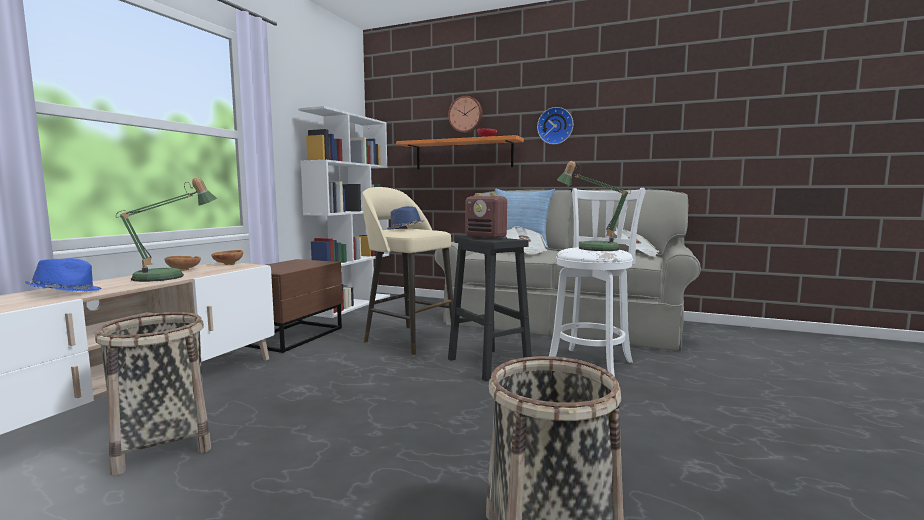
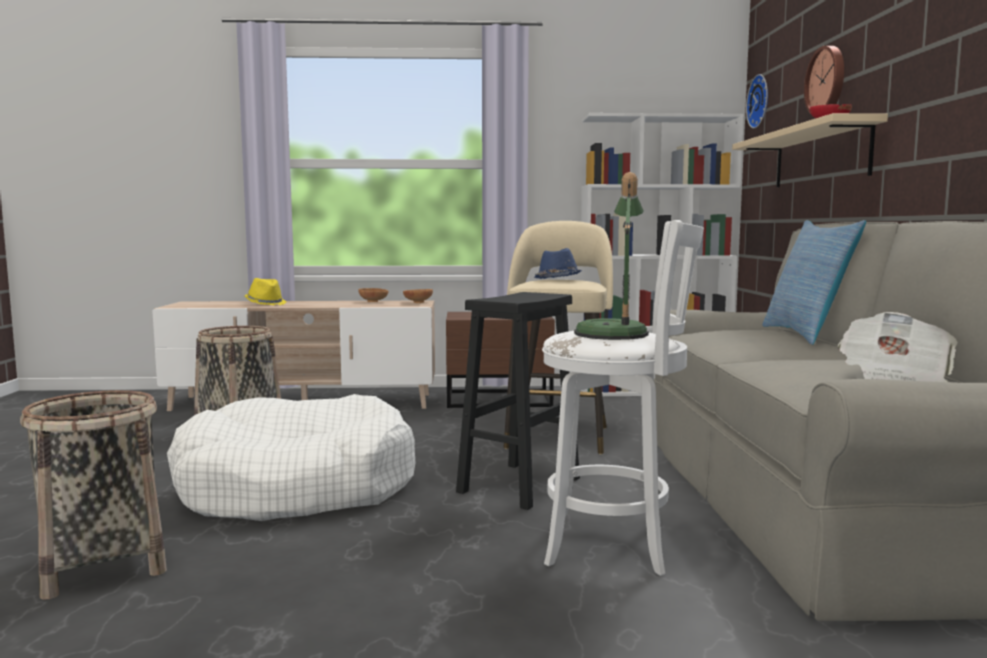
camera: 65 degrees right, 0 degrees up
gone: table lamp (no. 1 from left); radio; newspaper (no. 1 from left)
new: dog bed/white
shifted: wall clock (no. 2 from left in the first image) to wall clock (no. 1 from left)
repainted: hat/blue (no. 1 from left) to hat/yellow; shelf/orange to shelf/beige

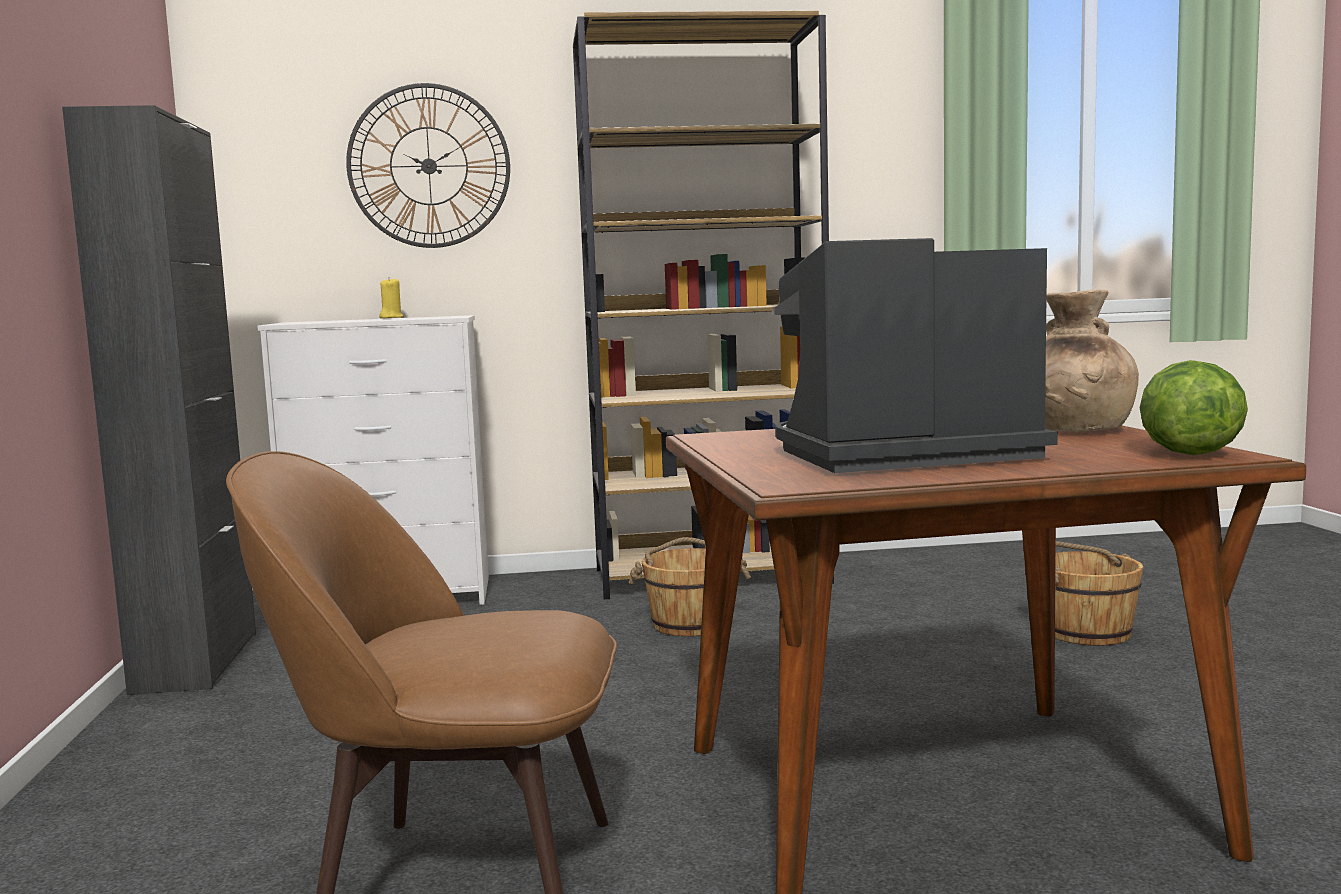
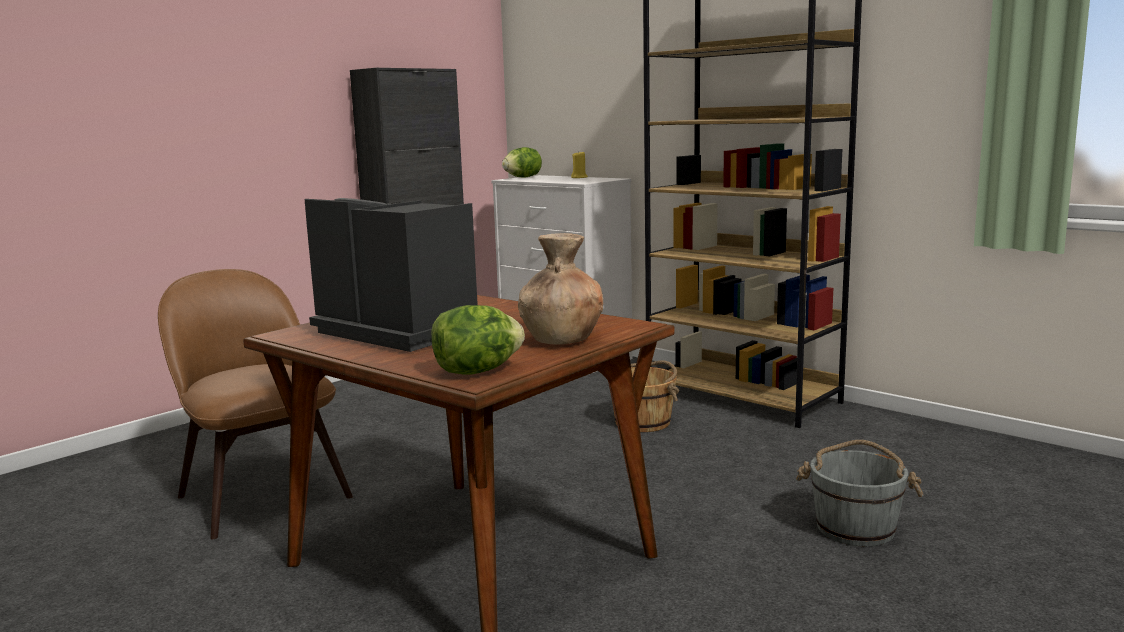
camera: 50 degrees right, 5 degrees up
gone: wall clock
new: lettuce (no. 2 from left)
repainted: bucket/brown (no. 2 from left) to bucket/grey

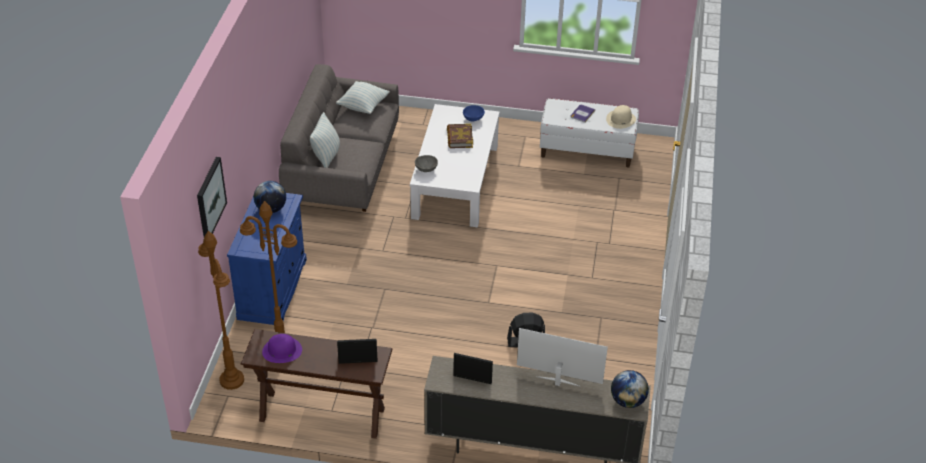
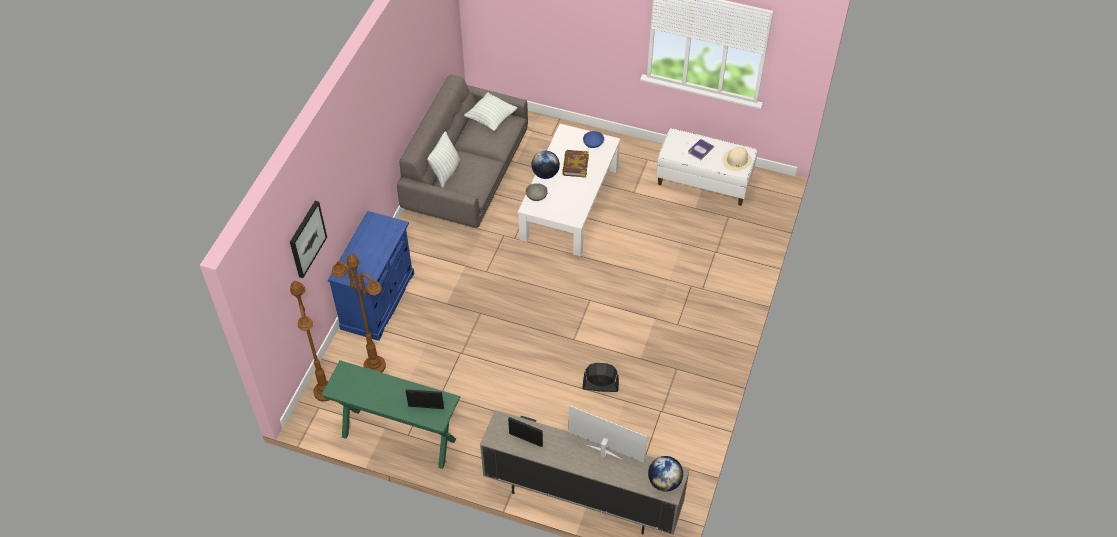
camera: 10 degrees right, 10 degrees up
gone: hat/purple
shifted: globe (no. 1 from left)
repainted: console table/brown to console table/green

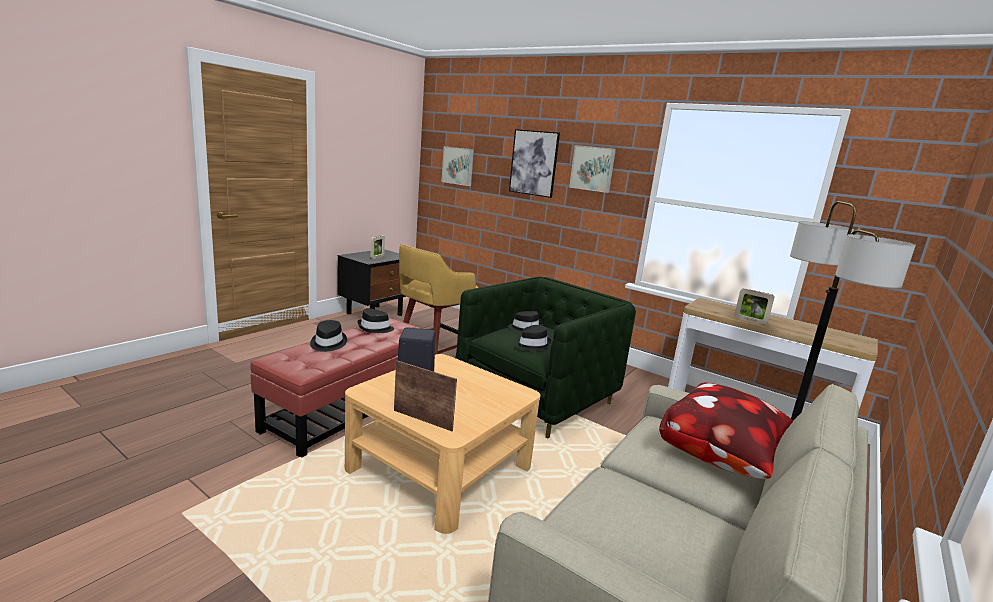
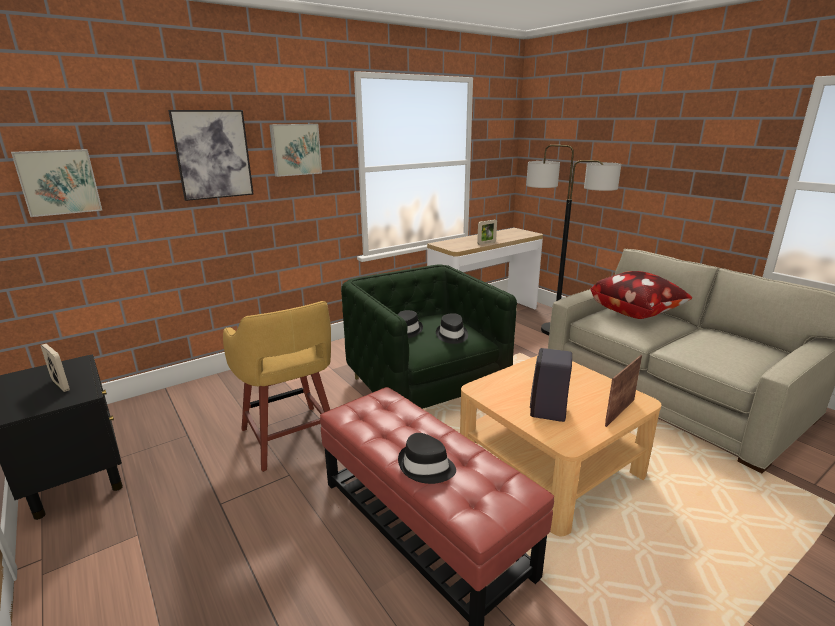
camera: 70 degrees left, 5 degrees up
gone: hat/black (no. 2 from left)

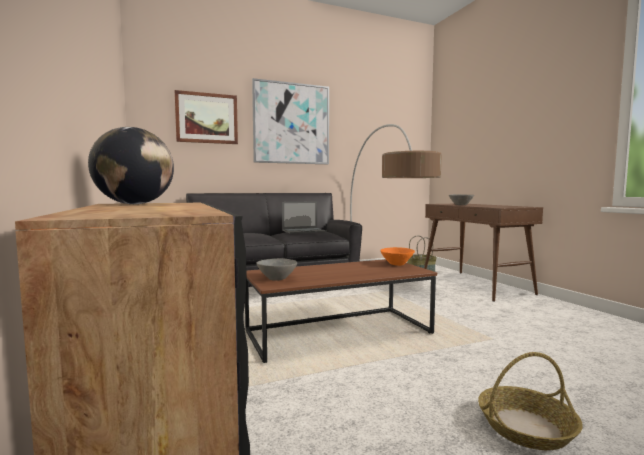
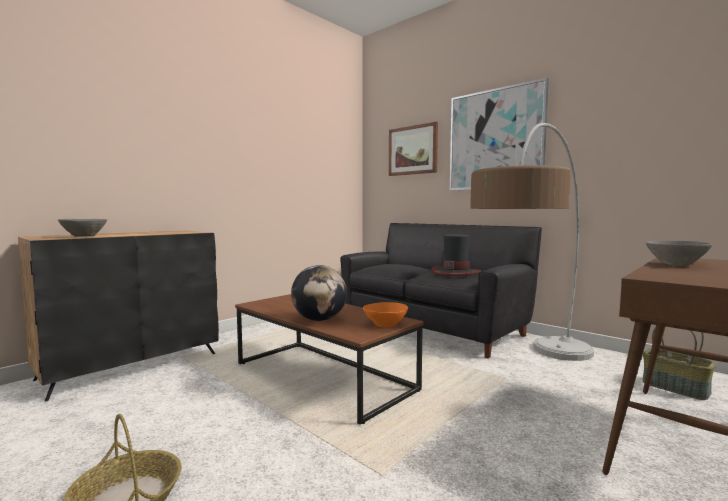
camera: 65 degrees right, 0 degrees up
shifted: globe; bowl/grey (no. 1 from left)
swapped: laptop to hat

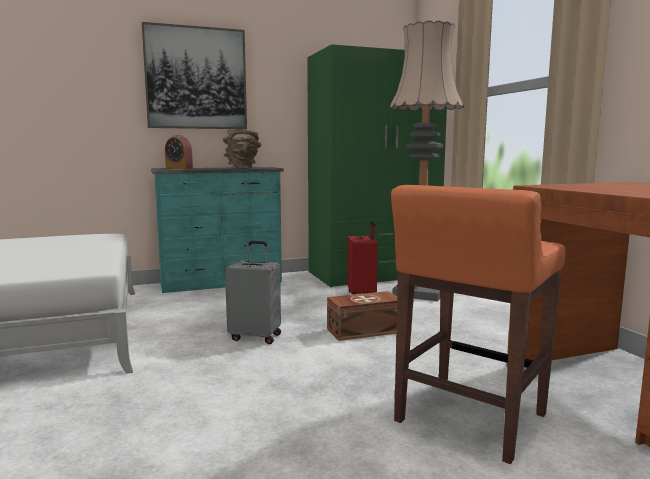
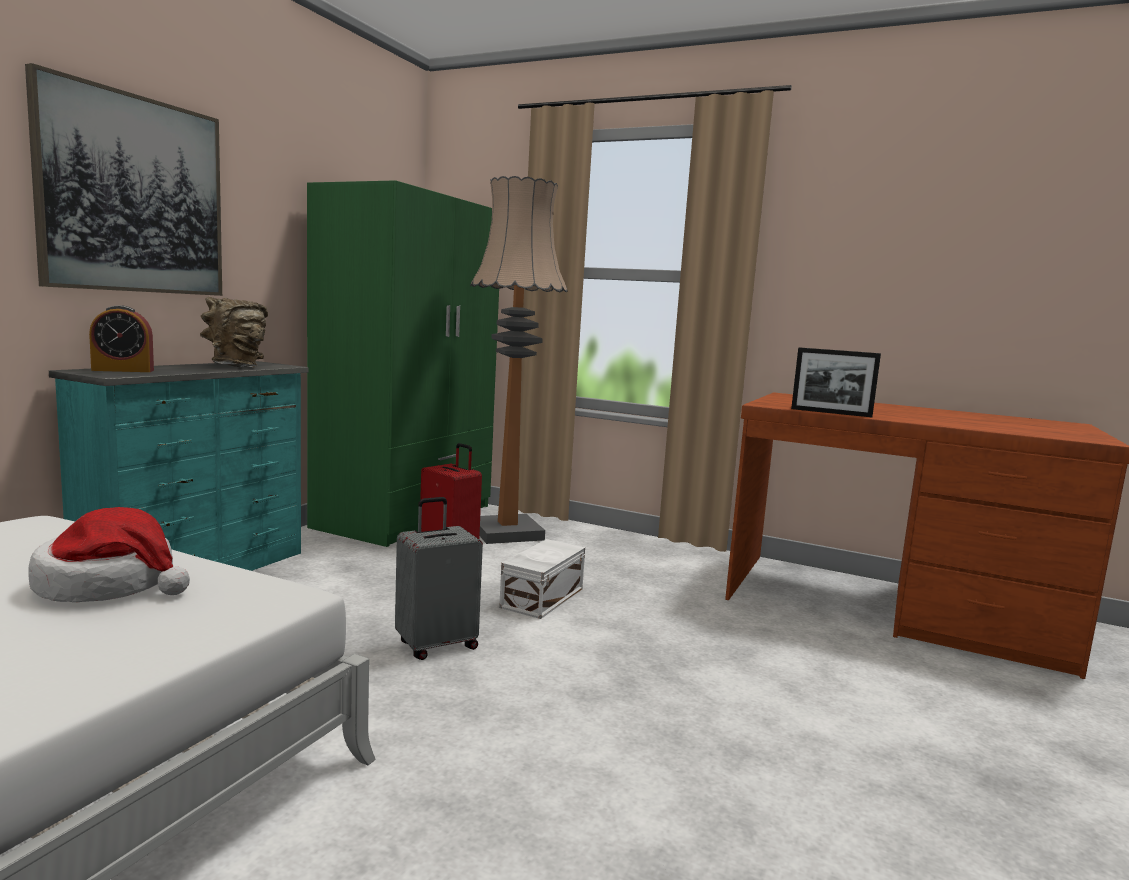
camera: 45 degrees left, 0 degrees up
gone: stool/orange
new: hat; picture frame
repainted: storage box/brown to storage box/white

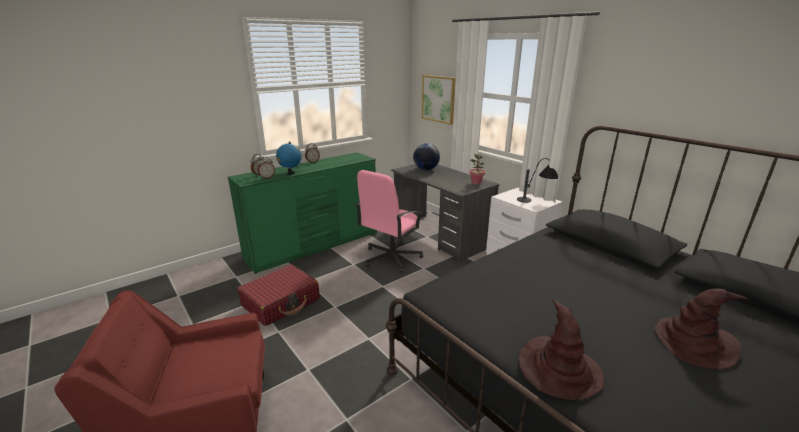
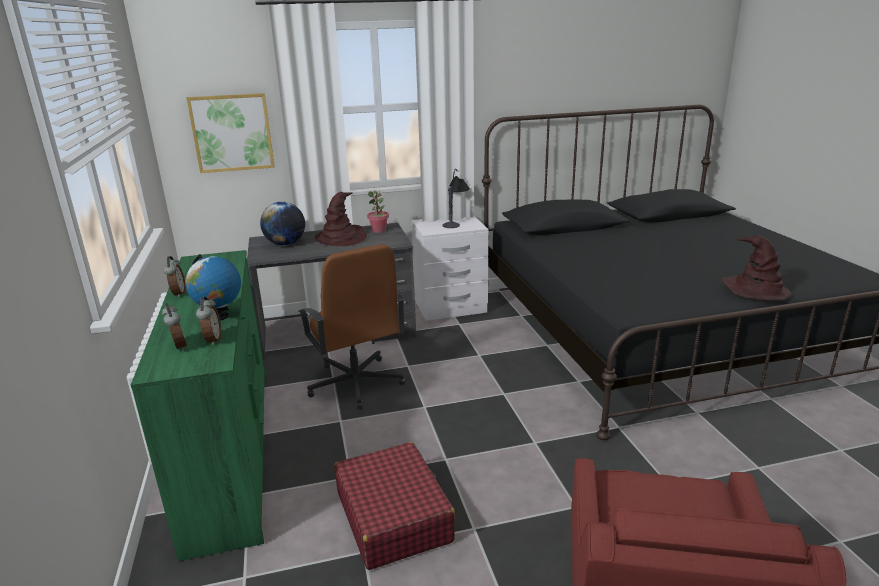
camera: 65 degrees left, 0 degrees up
shifted: hat/brown (no. 2 from left in the first image) to hat/brown (no. 1 from left)
repainted: office chair/pink to office chair/brown

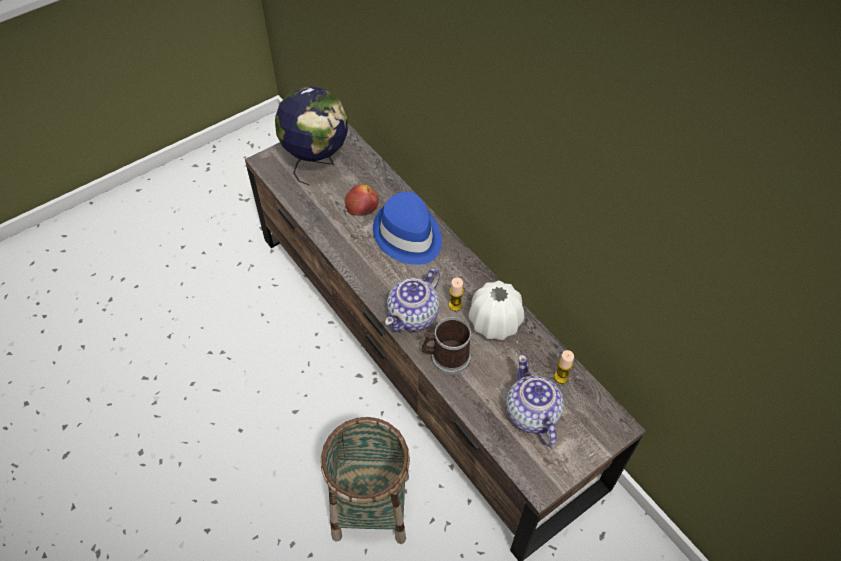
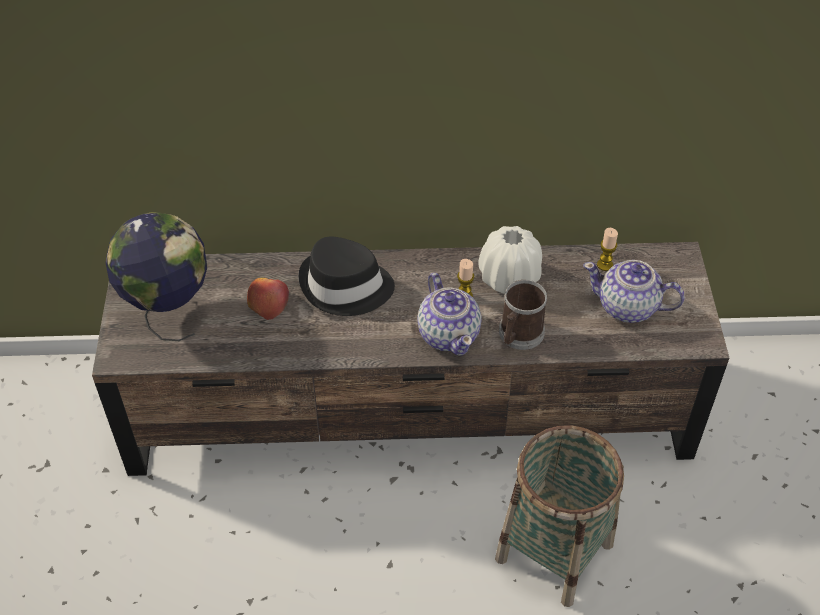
camera: 55 degrees left, 5 degrees down
repainted: hat/blue to hat/black

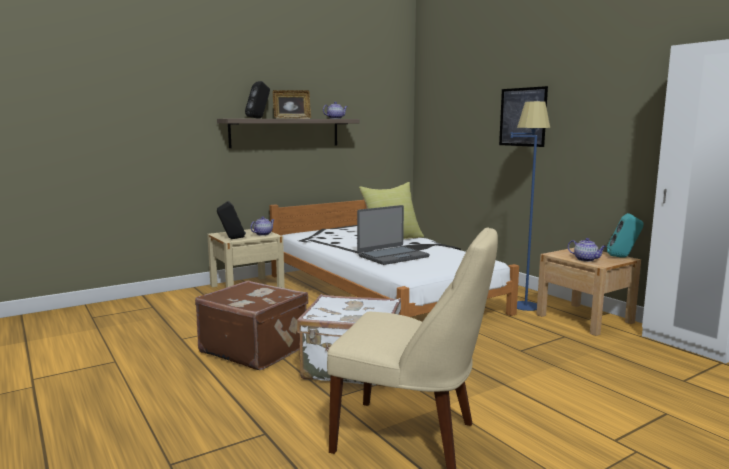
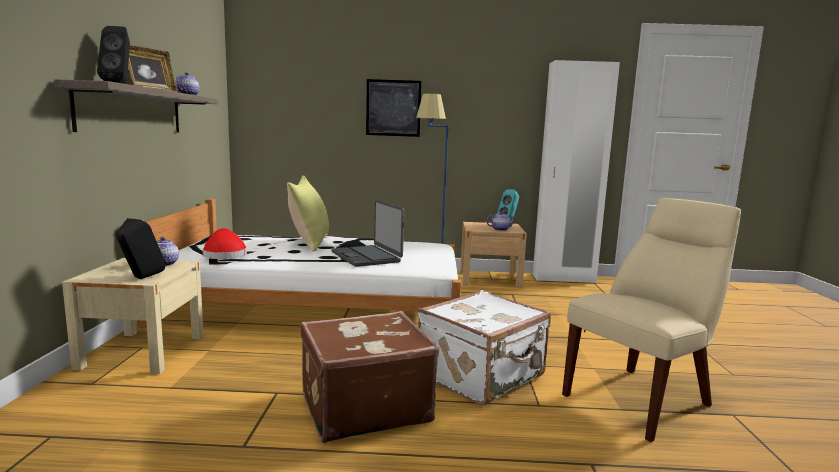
camera: 55 degrees left, 0 degrees up
new: hat/red
rotated: laptop 150 degrees clockwise

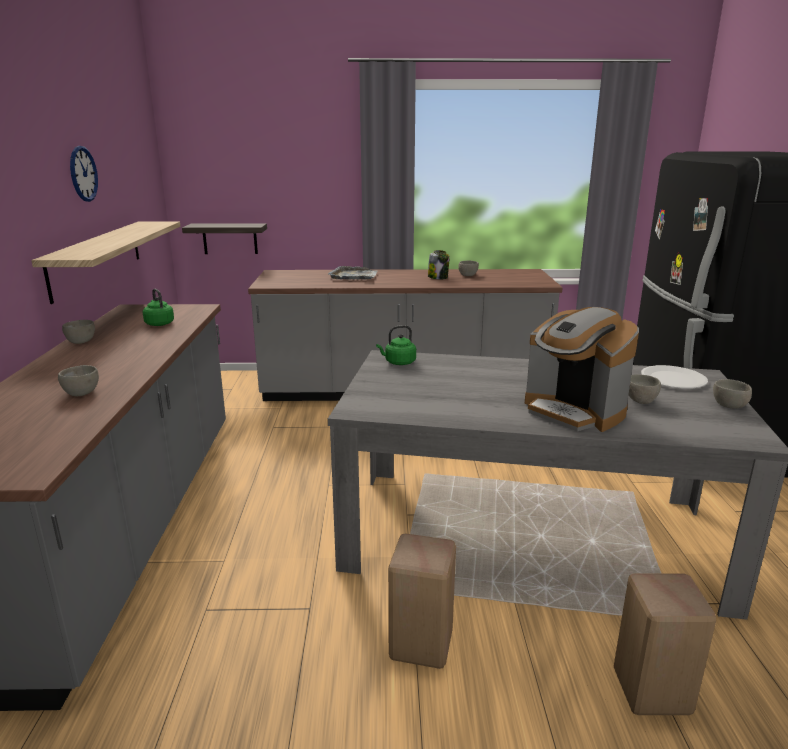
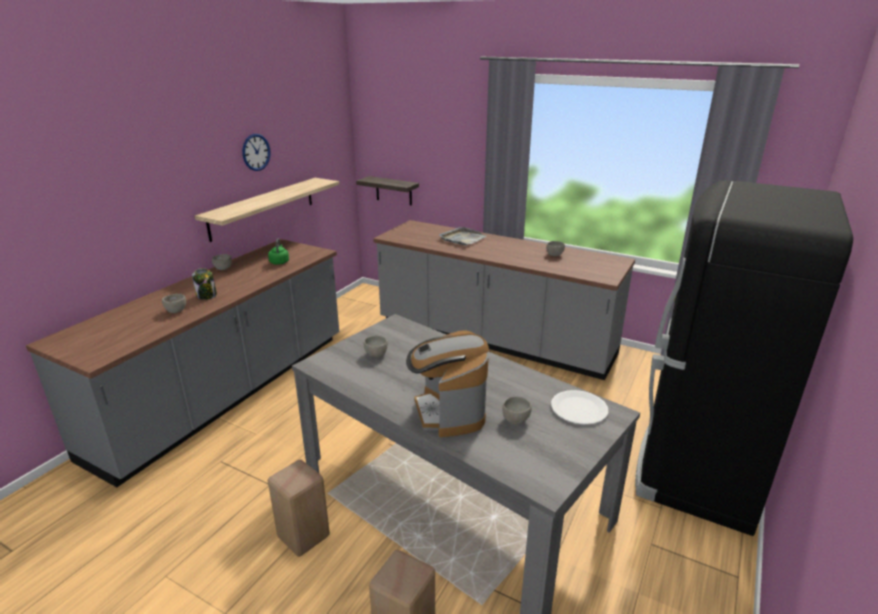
camera: 30 degrees right, 5 degrees up
gone: kettle/green (no. 2 from left)
shifted: jar; bowl/grey (no. 5 from left in the first image) to bowl/grey (no. 3 from left)

